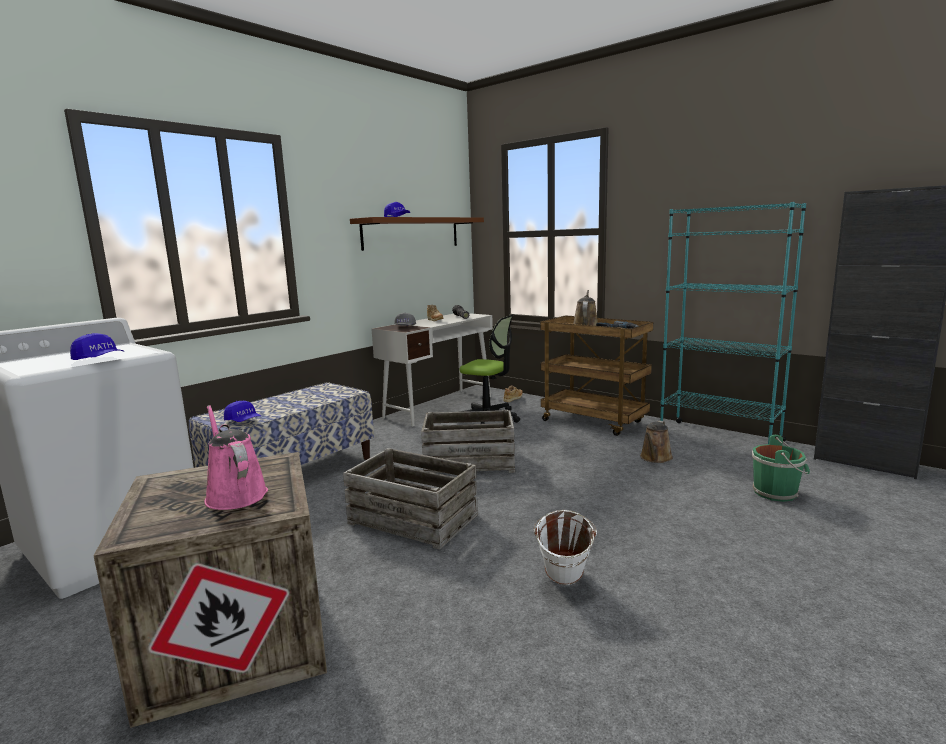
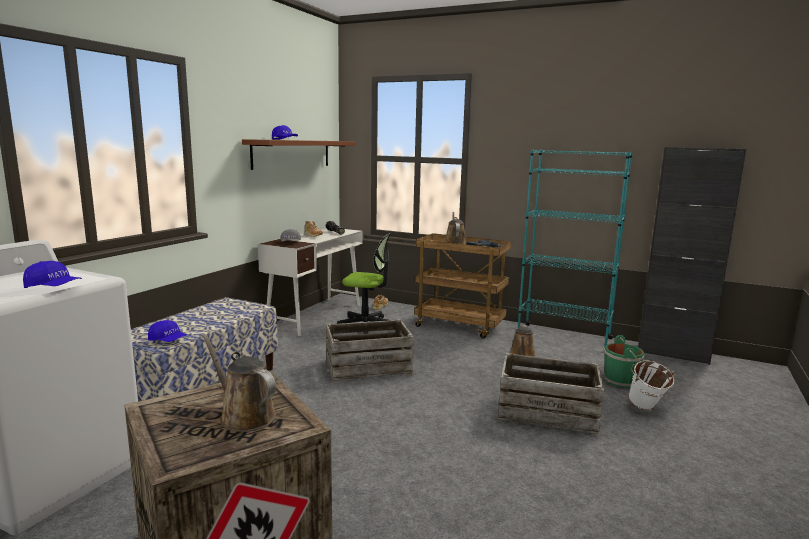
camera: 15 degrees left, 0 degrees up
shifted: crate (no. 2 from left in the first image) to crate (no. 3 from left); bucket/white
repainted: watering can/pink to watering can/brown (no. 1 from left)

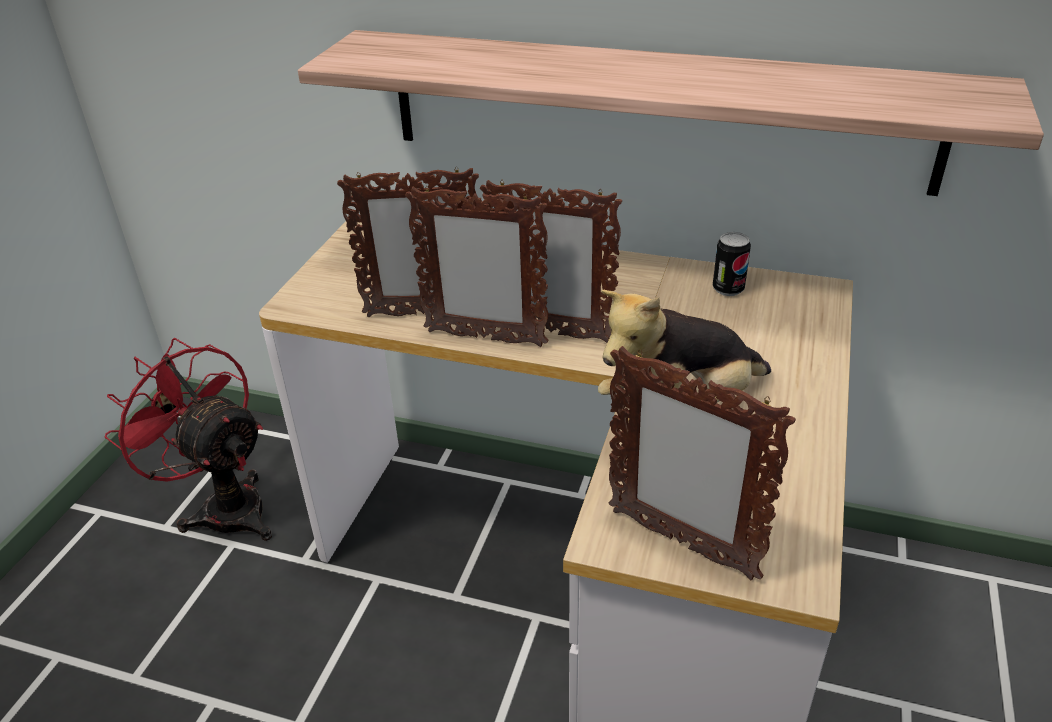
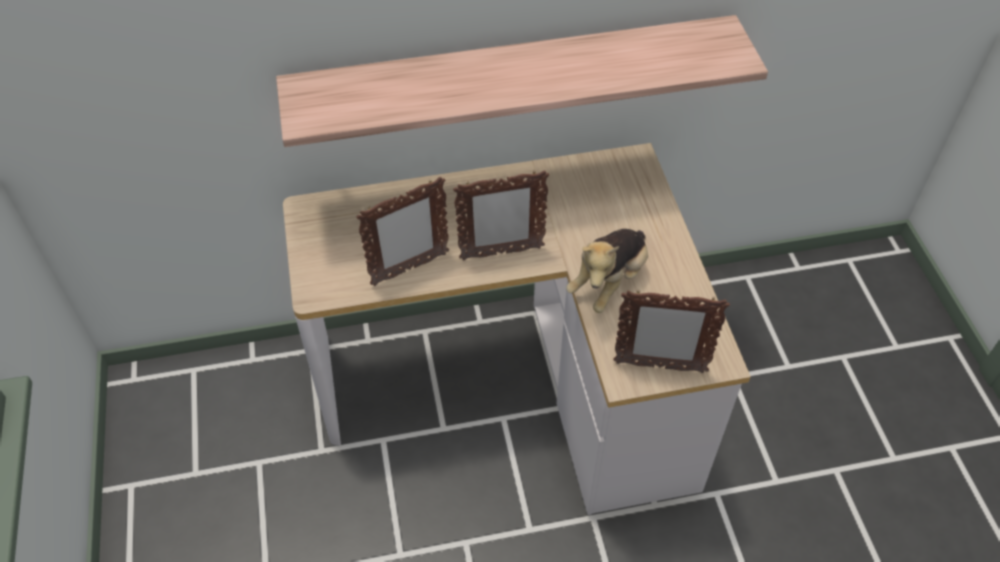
camera: 30 degrees left, 15 degrees up
gone: fan/red; picture frame (no. 2 from left); can

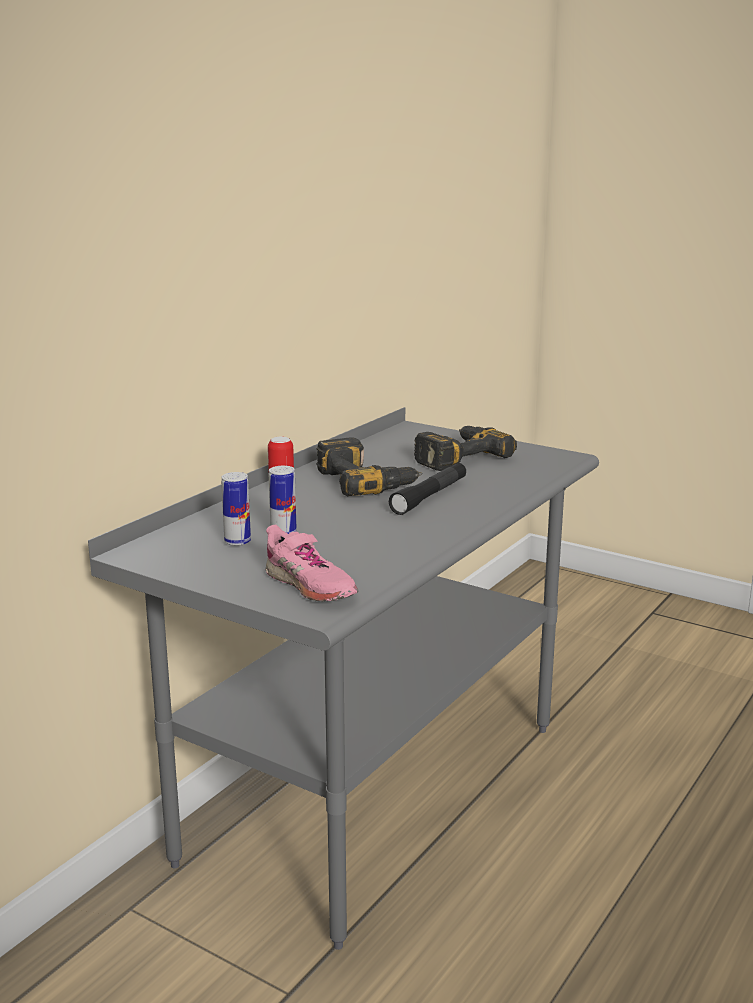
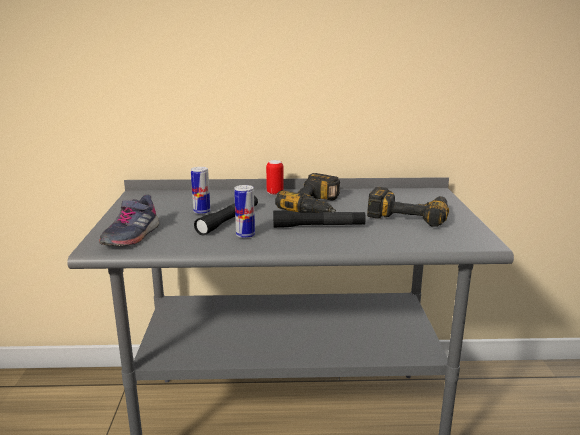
camera: 55 degrees right, 0 degrees up
new: flashlight/black (no. 1 from left)
shifted: can (no. 1 from left in the first image) to can (no. 2 from left)
repainted: shoe/pink to shoe/grey

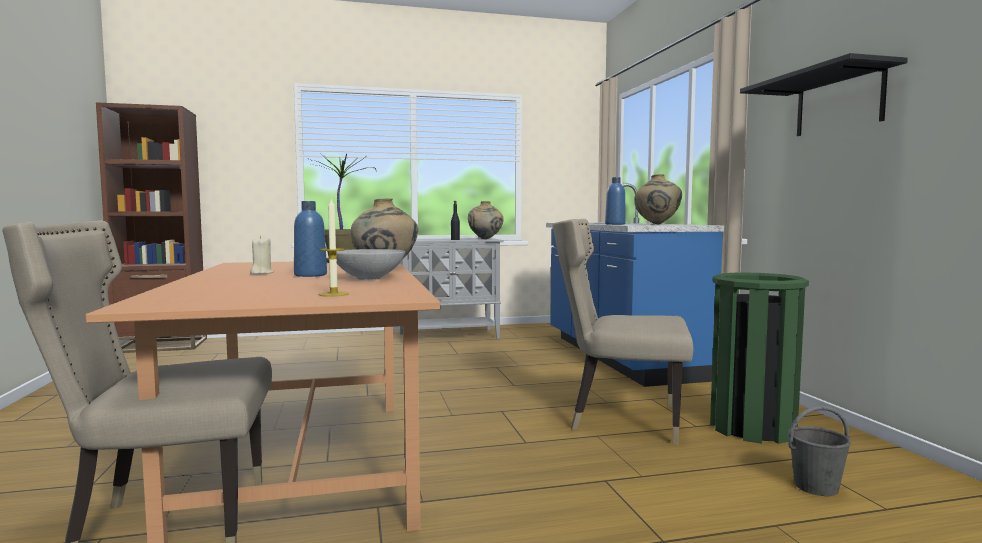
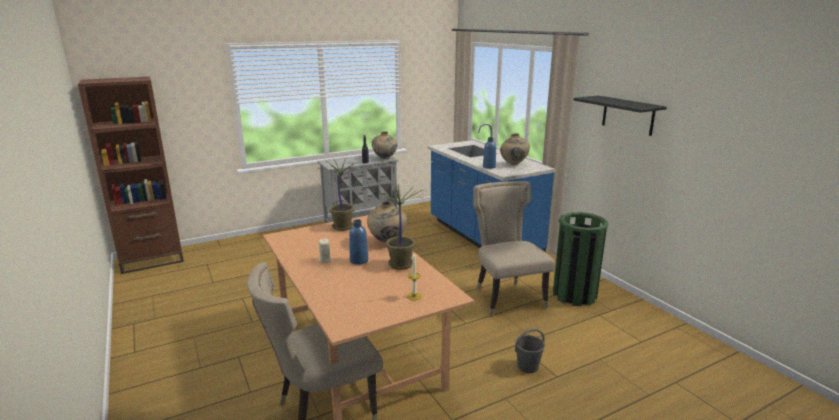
camera: 15 degrees left, 15 degrees up
shifted: bucket/grey
swapped: bowl/grey to potted plant (no. 2 from left)
rotated: chair/beige (no. 2 from left) 75 degrees clockwise

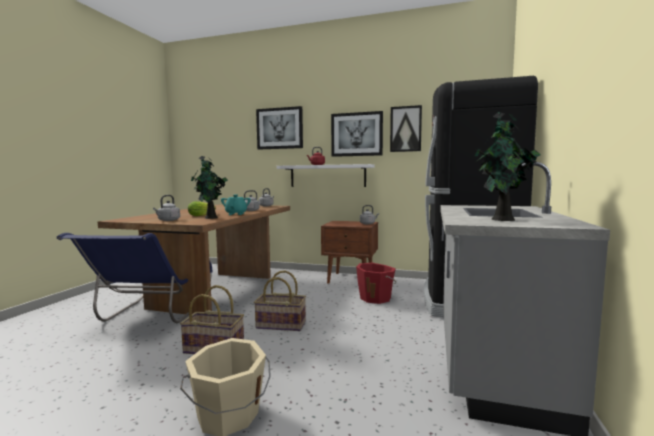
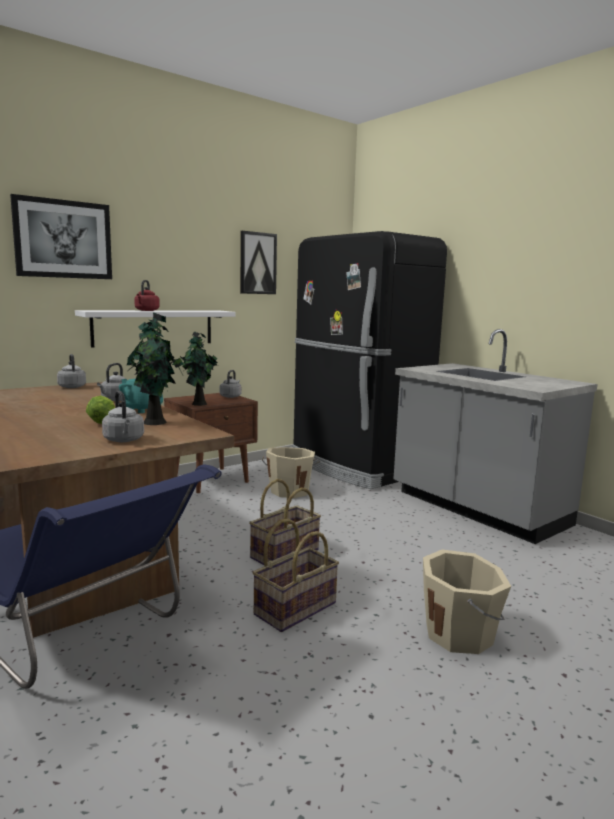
camera: 55 degrees left, 5 degrees up
gone: picture (no. 2 from left)
shifted: potted plant (no. 2 from left)
repainted: bucket/red to bucket/beige (no. 1 from left)

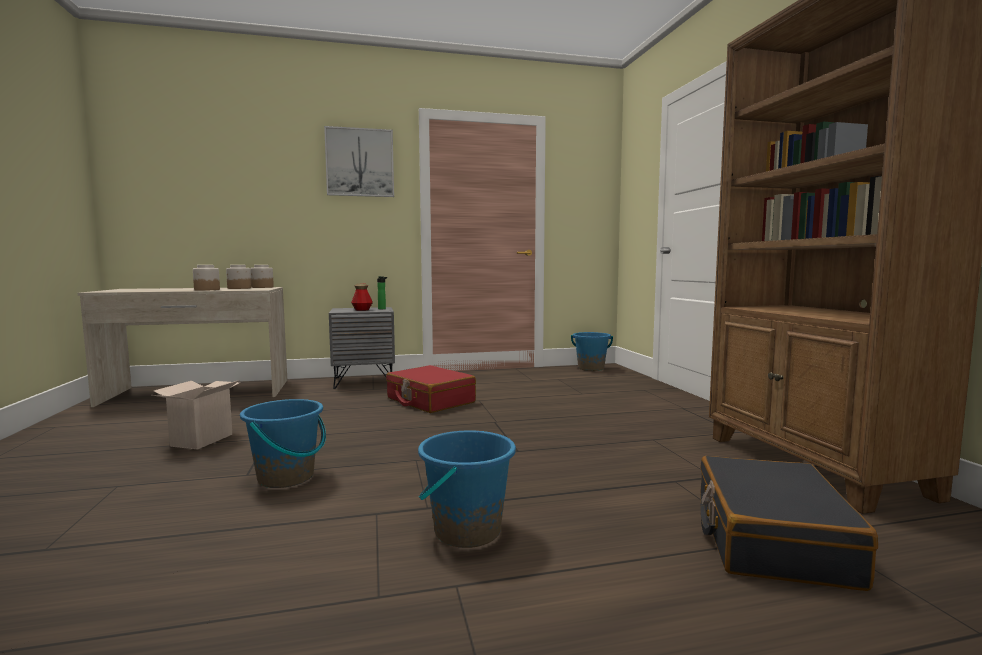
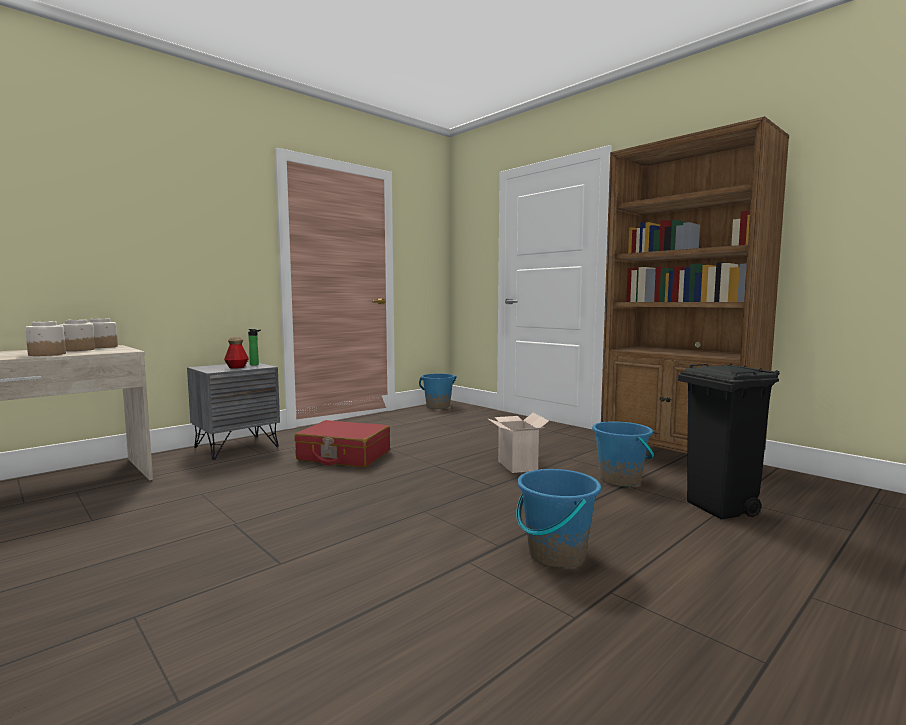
camera: 30 degrees left, 0 degrees up
gone: picture
shifted: cardboard box; bucket/blue (no. 1 from left in the first image) to bucket/blue (no. 3 from left)
swapped: suitcase/black to trash can/black

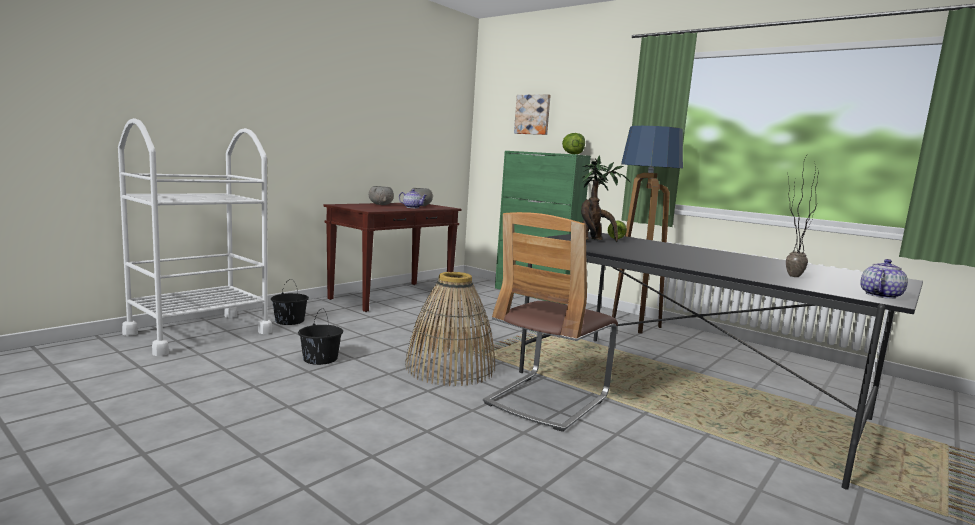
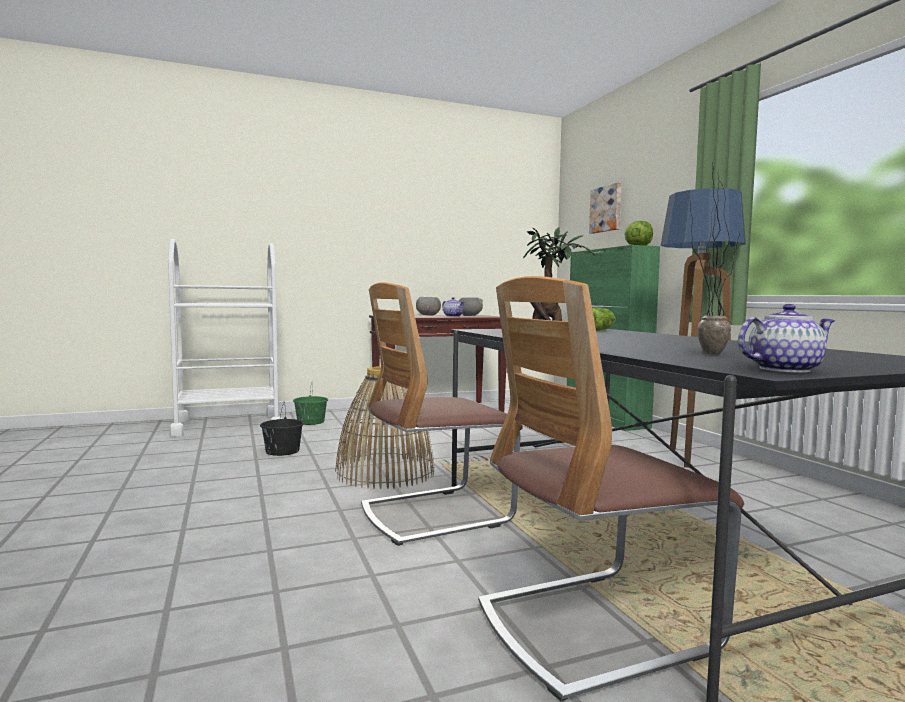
camera: 30 degrees right, 5 degrees down
new: chair (no. 2 from left)
repainted: bucket/black (no. 1 from left) to bucket/green

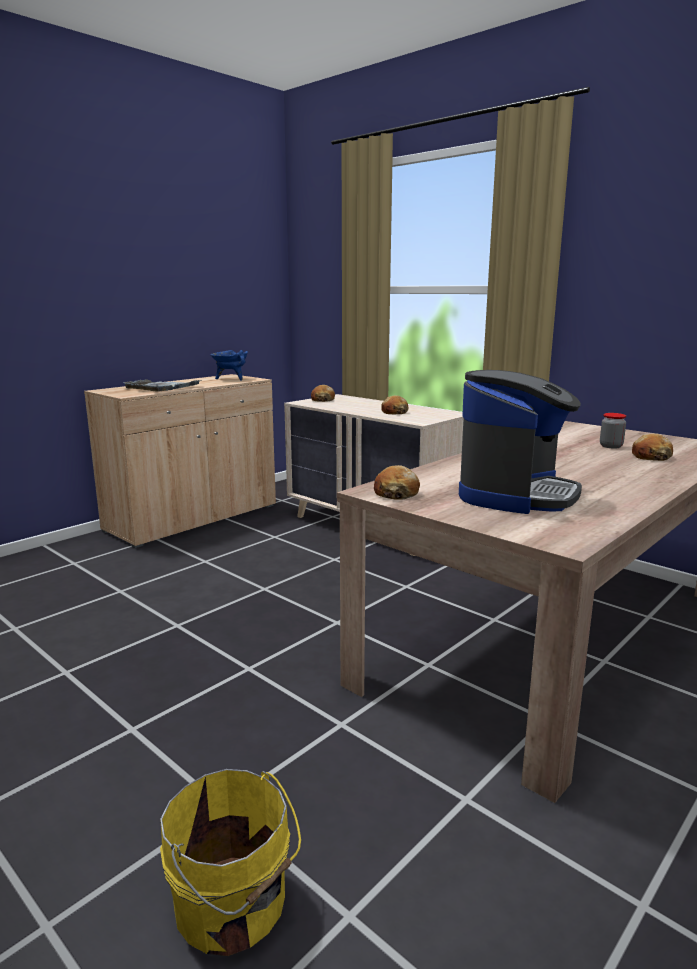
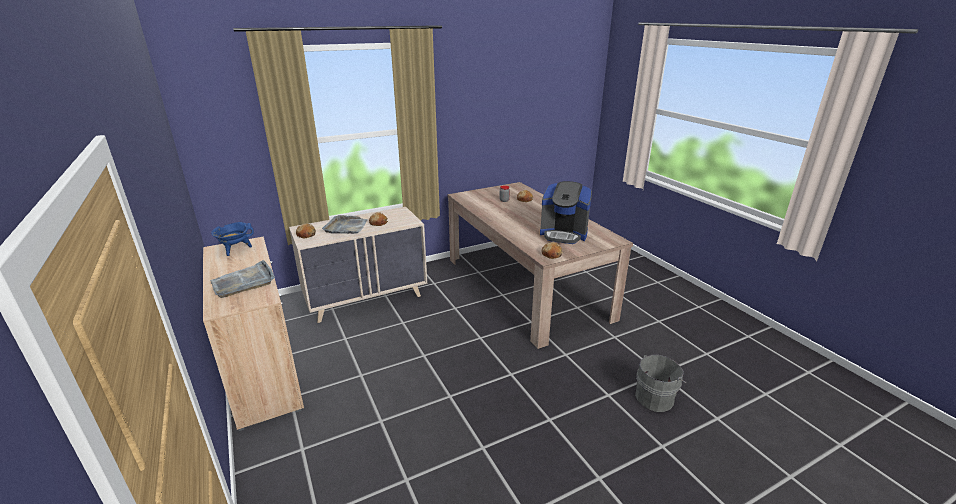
camera: 70 degrees left, 10 degrees up
new: tray/grey (no. 2 from left)
repainted: bucket/yellow to bucket/grey
rotated: coffee machine 150 degrees clockwise

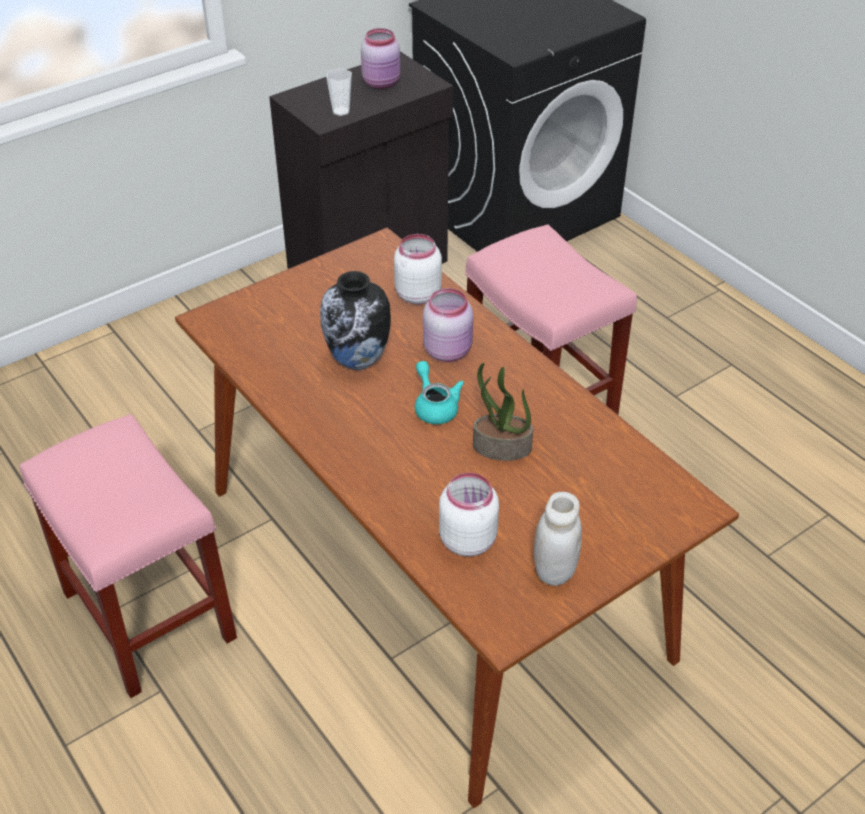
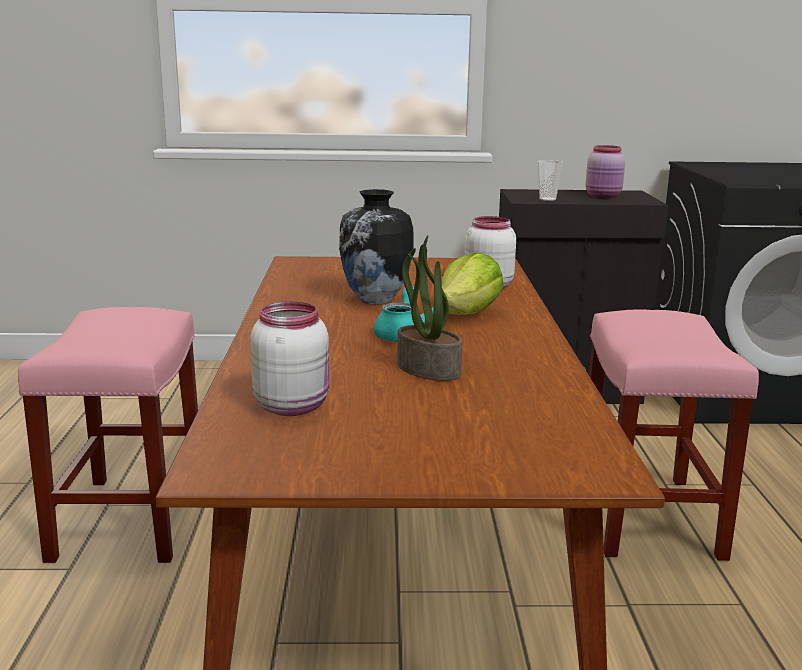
camera: 35 degrees right, 25 degrees down
gone: jar/white (no. 3 from left)
swapped: jar/pink (no. 2 from left) to lettuce

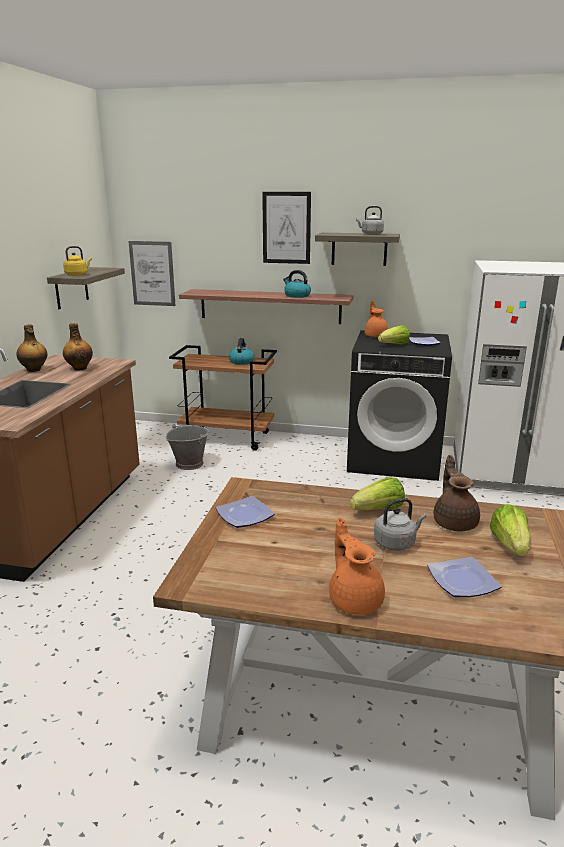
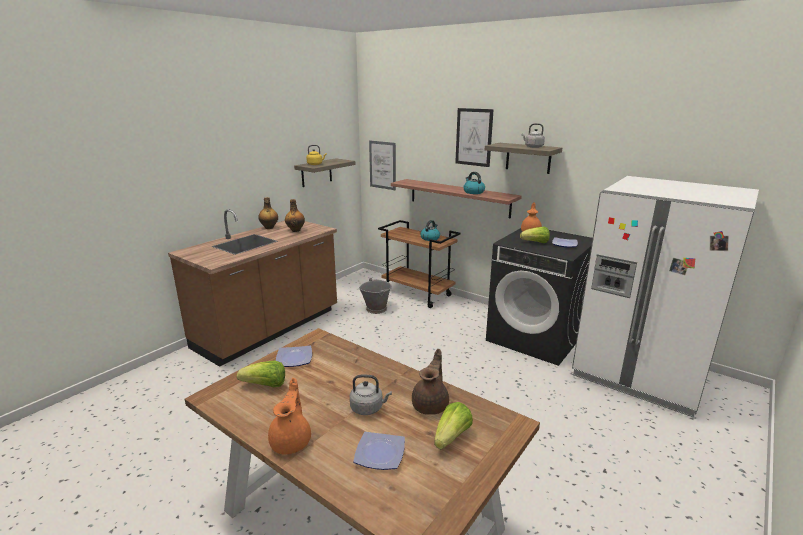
camera: 25 degrees right, 0 degrees up
shifted: lettuce (no. 1 from left)

